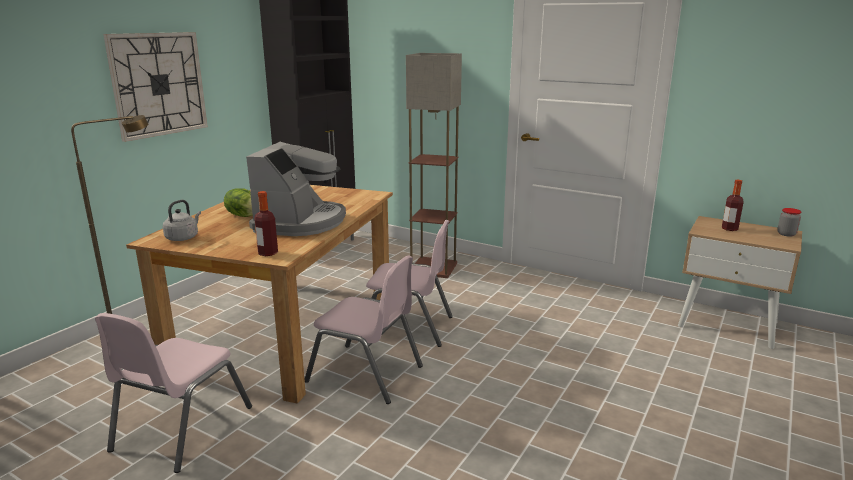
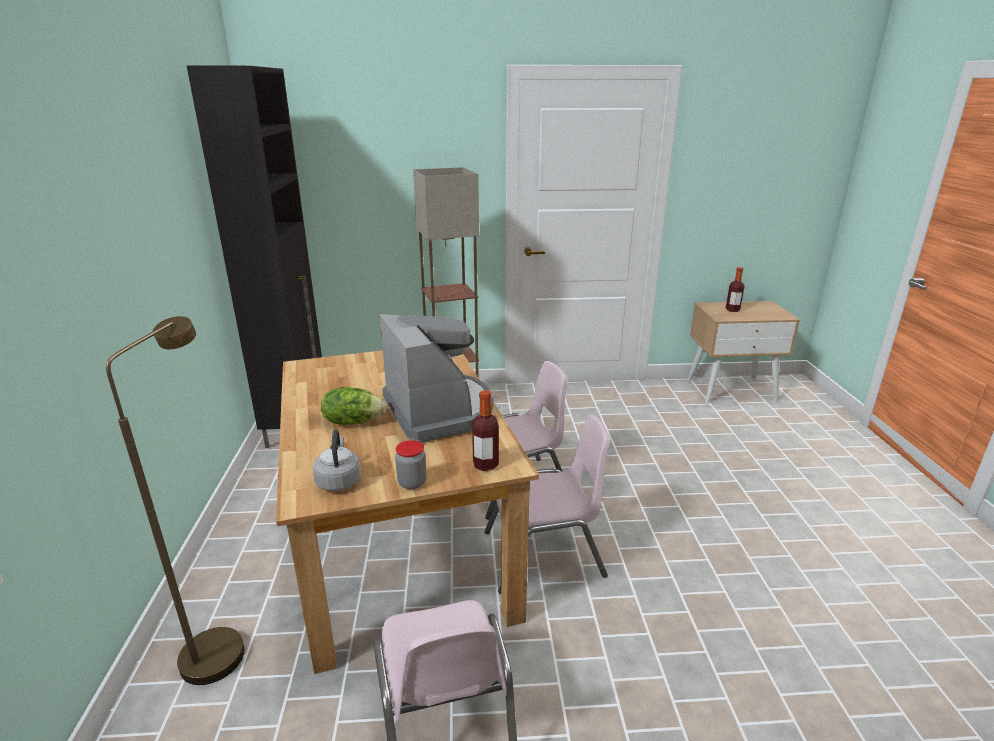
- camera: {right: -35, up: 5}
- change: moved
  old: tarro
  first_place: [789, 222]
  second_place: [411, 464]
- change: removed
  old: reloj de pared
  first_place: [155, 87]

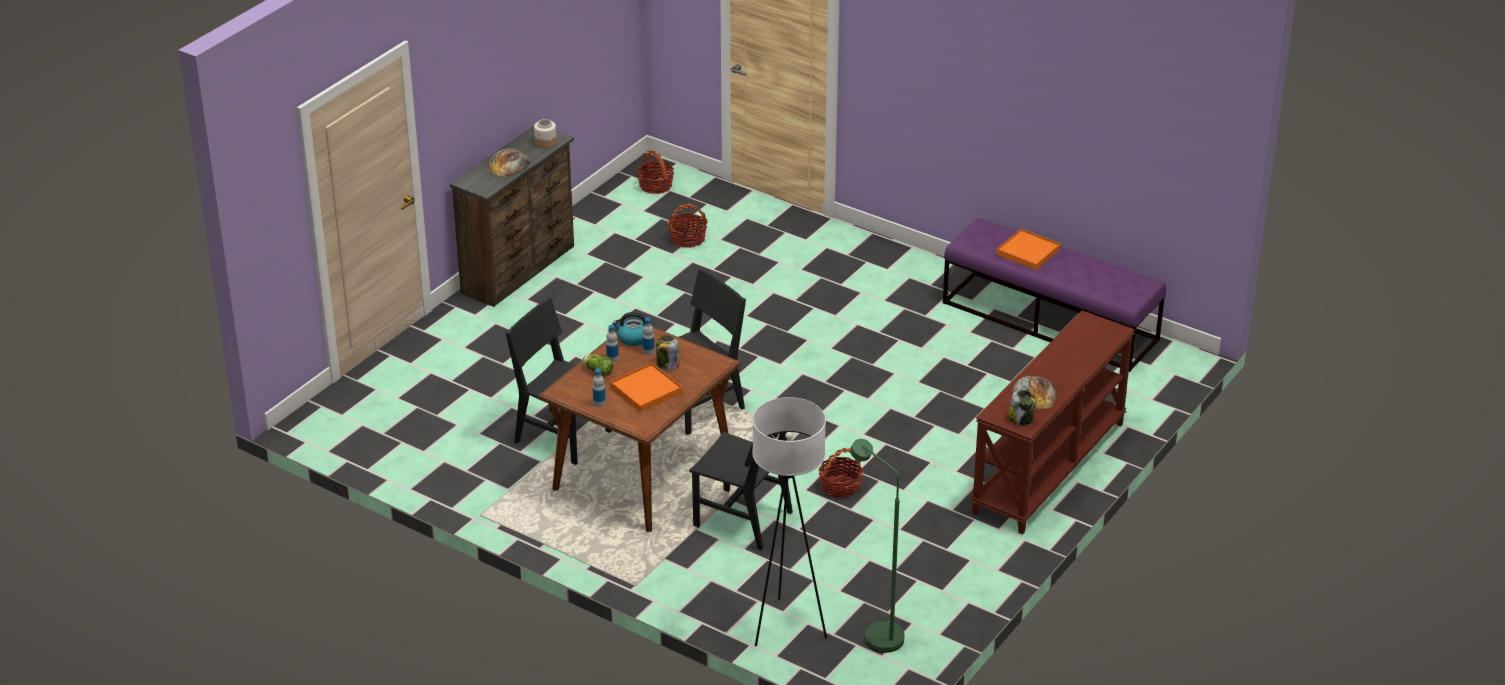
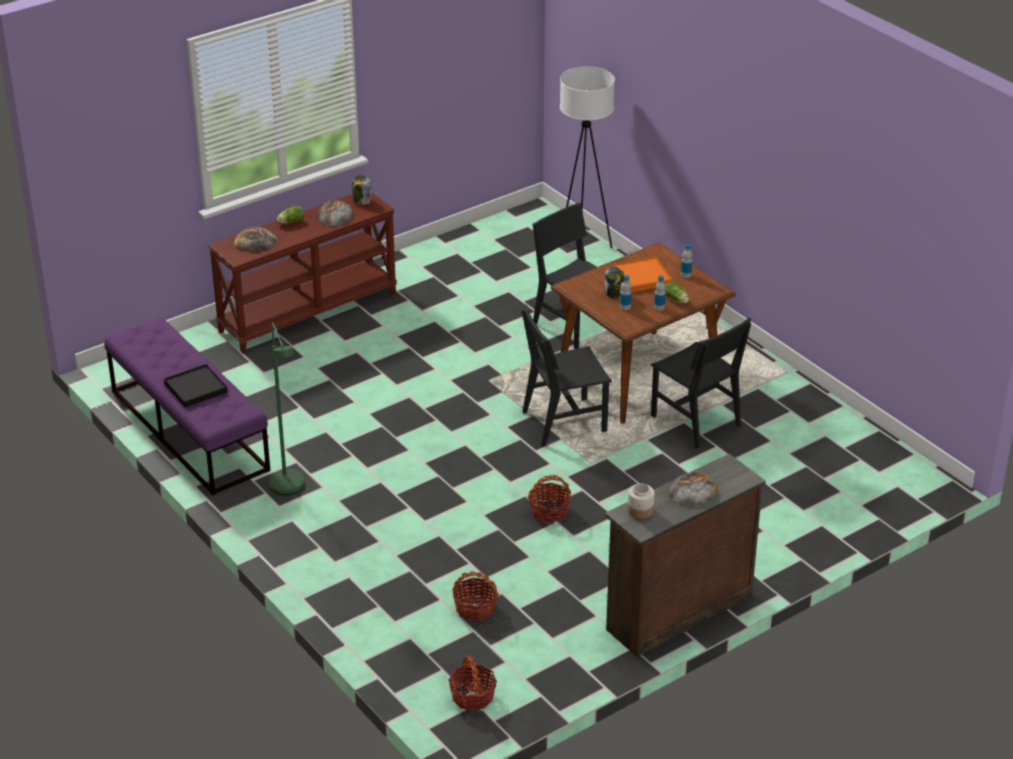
- camera: {right: -160, up: 0}
- change: recoloured
  old: bandeja/naranja
  new: bandeja/negro
  first_place: [1028, 249]
  second_place: [196, 386]
- change: added
  new: pan
  second_place: [255, 239]
- change: moved
  old: lámpara de pie/verde
  first_place: [877, 546]
  second_place: [286, 408]
- change: added
  new: lechuga
  second_place: [290, 215]
- change: moved
  old: cesta
  first_place: [841, 473]
  second_place: [549, 499]
- change: removed
  old: hervidor
  first_place: [628, 329]

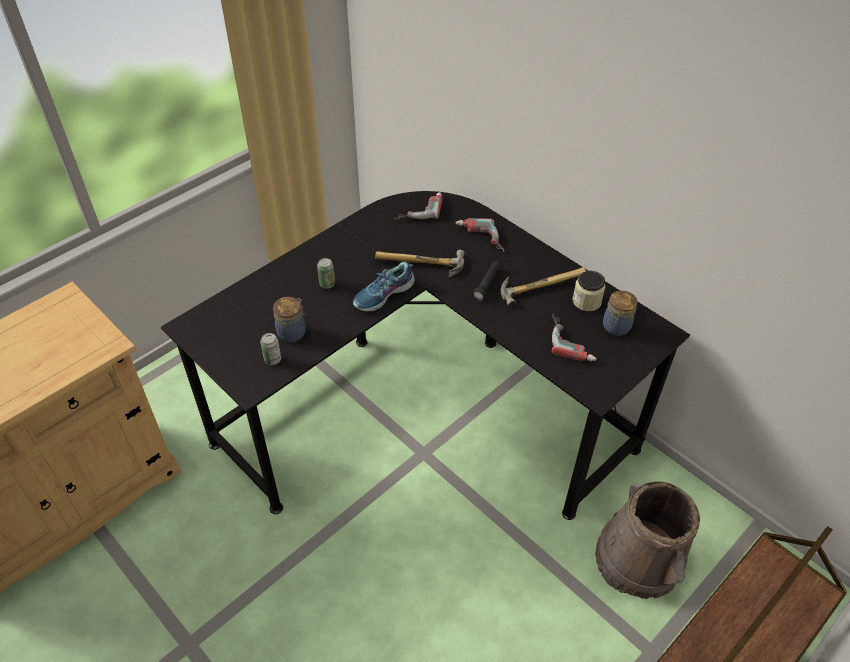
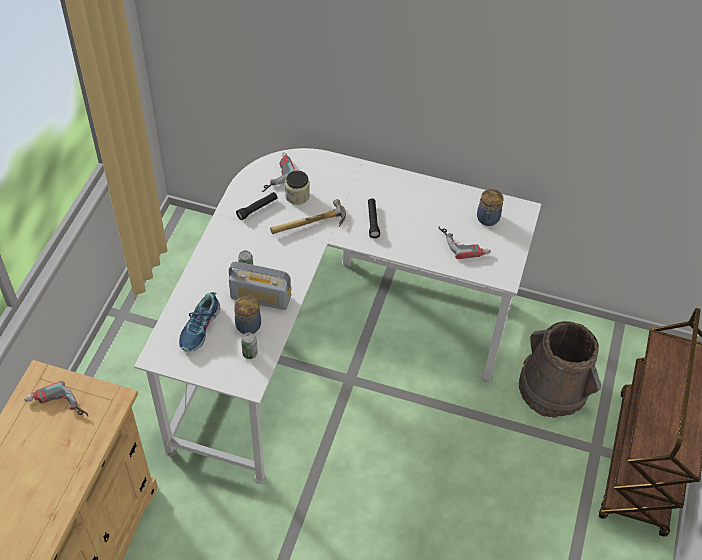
- camera: {right: -30, up: 5}
- change: moved
  old: taladro
  first_place: [480, 235]
  second_place: [56, 398]
- change: recoloured
  old: escritorio/negro
  new: escritorio/blanco
  first_place: [425, 355]
  second_place: [337, 316]
- change: moved
  old: zapato
  first_place: [383, 286]
  second_place: [199, 322]
- change: added
  new: radio
  second_place: [260, 286]
- change: added
  new: linterna/negro
  second_place: [257, 206]
- change: moved
  old: tarro
  first_place: [588, 291]
  second_place: [297, 187]
- change: removed
  old: martillo
  first_place: [543, 287]

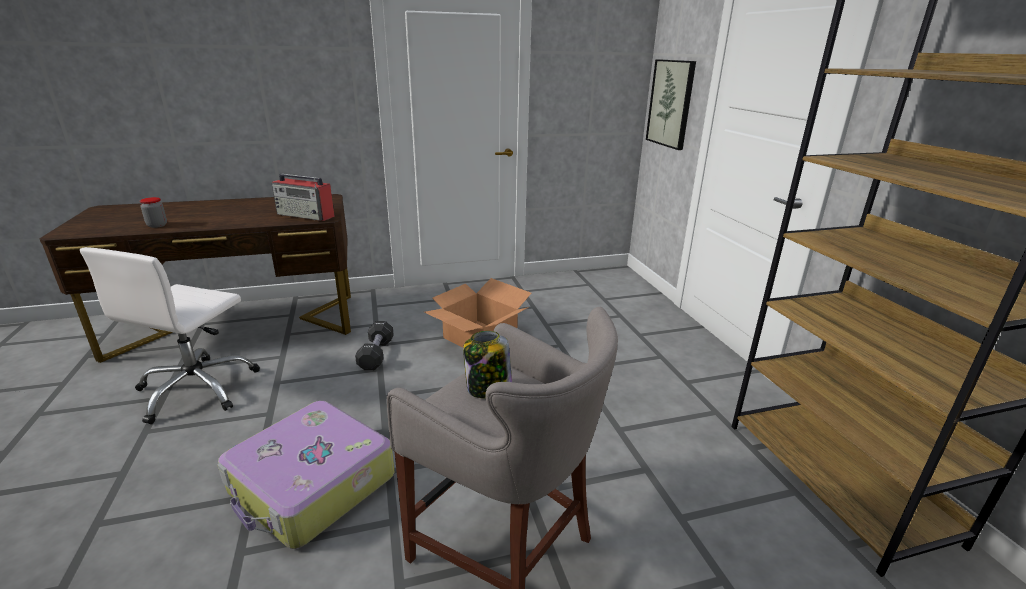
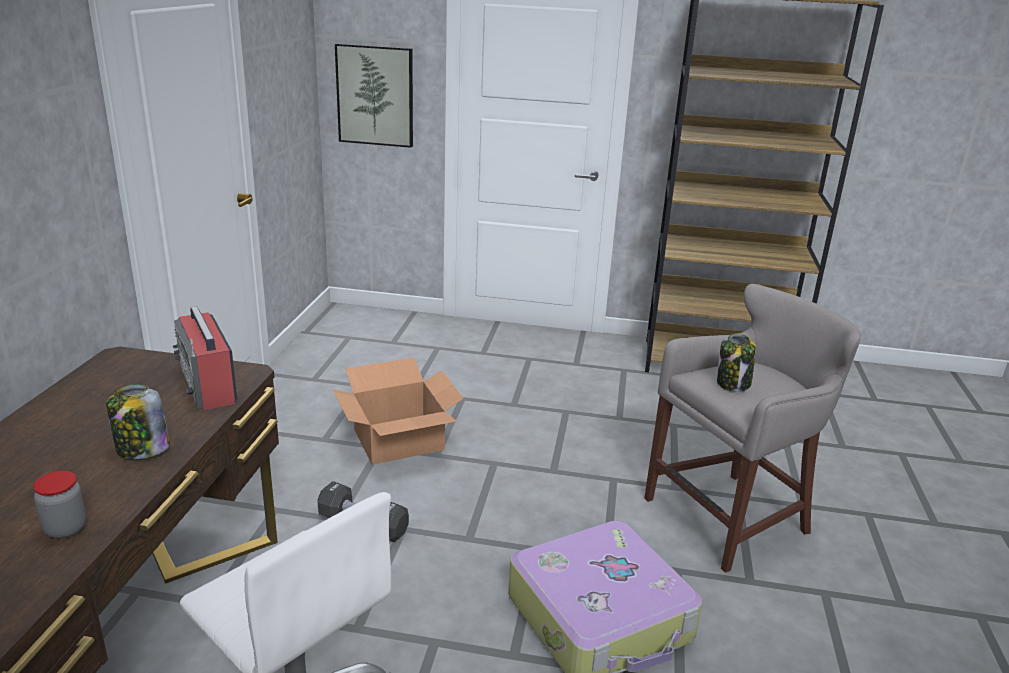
- camera: {right: -65, up: 0}
- change: added
  new: tarro
  second_place: [138, 421]
- change: turned
  old: radio
  first_place: [303, 197]
  second_place: [205, 358]
  degrees: 105

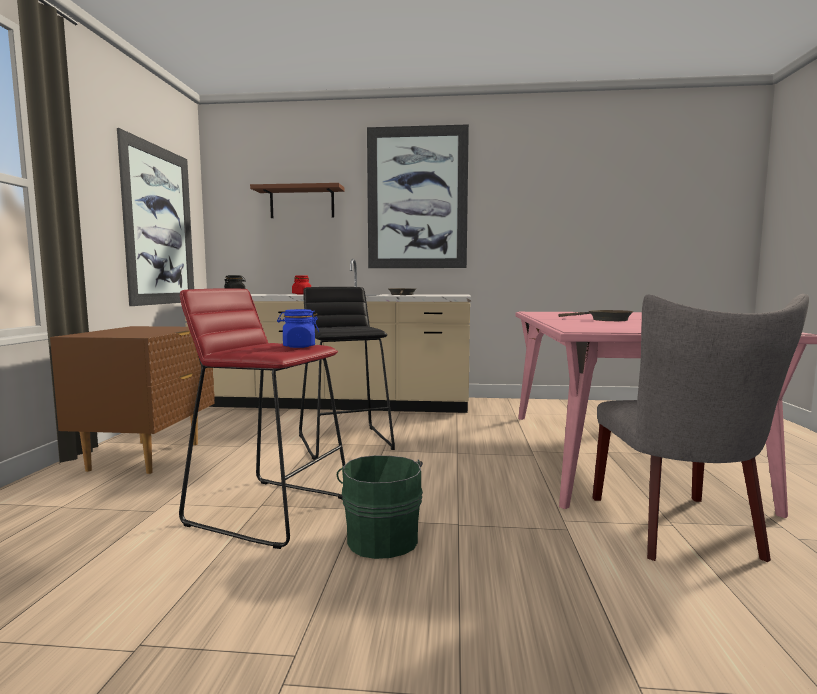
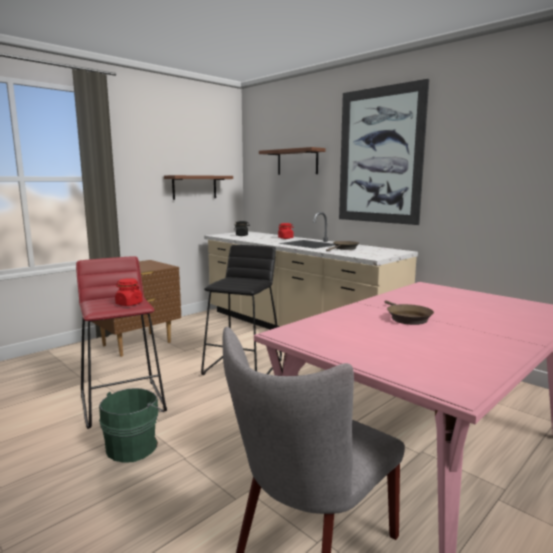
- camera: {right: 40, up: 5}
- change: recoloured
  old: tarro/azul
  new: tarro/rojo
  first_place: [298, 328]
  second_place: [129, 292]
- change: replaced
  old: cuadro
  new: estante/marrón
  first_place: [155, 217]
  second_place: [198, 187]

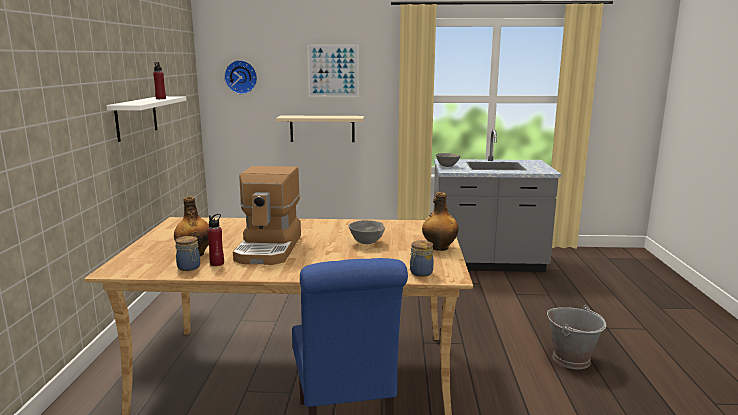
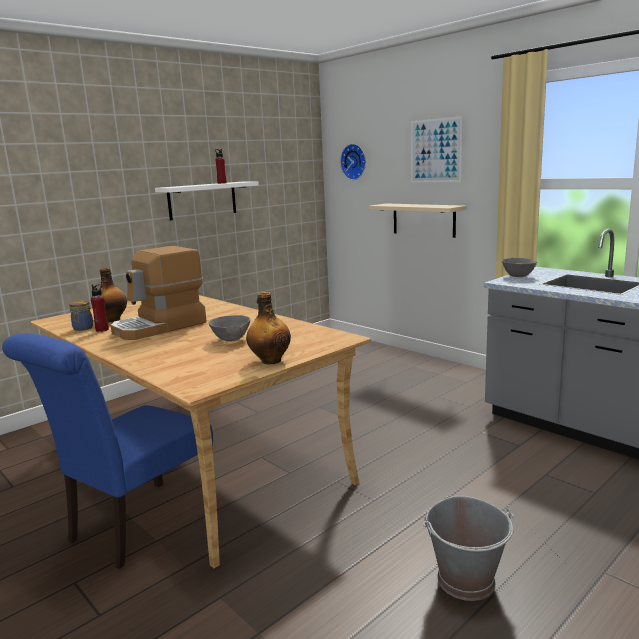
- camera: {right: 45, up: 0}
- change: removed
  old: tarro
  first_place: [422, 258]

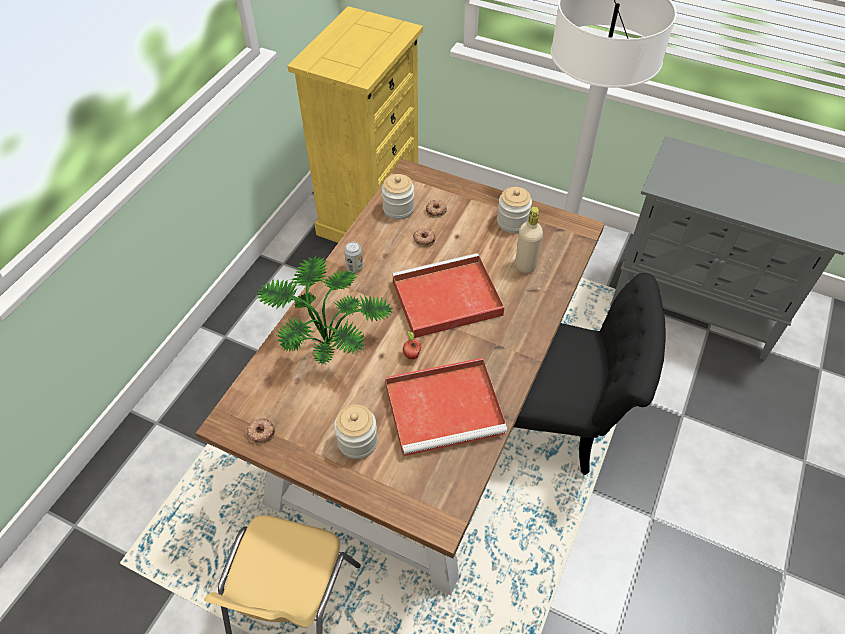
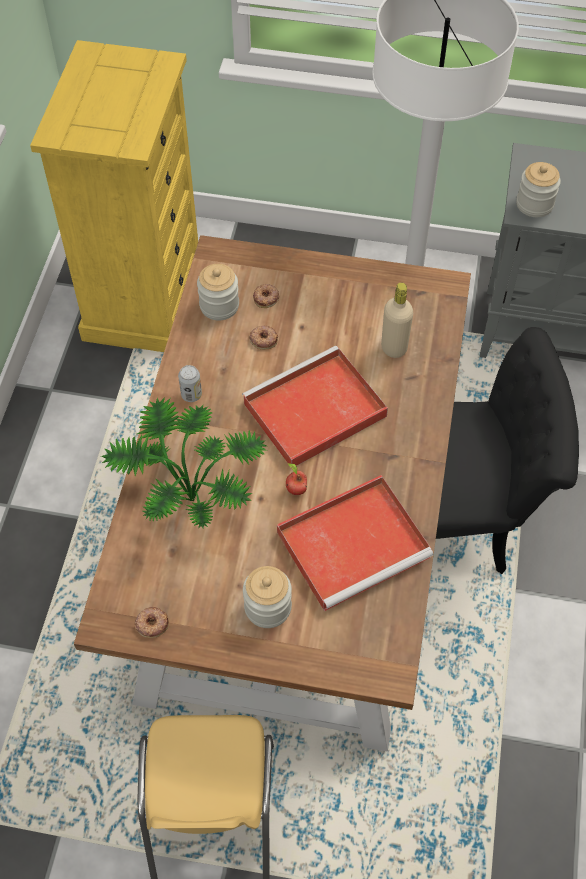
- camera: {right: -15, up: 5}
- change: moved
  old: tarro
  first_place: [514, 210]
  second_place: [538, 189]

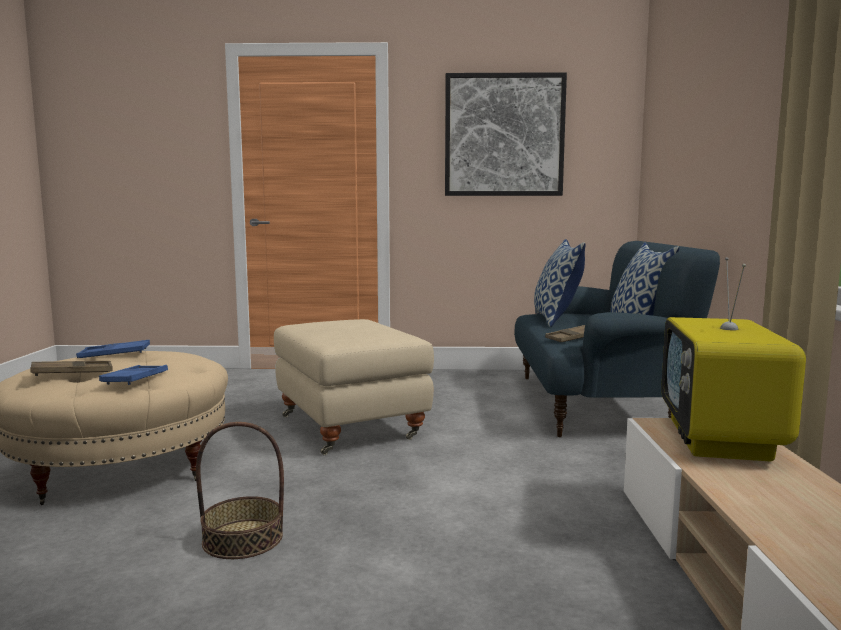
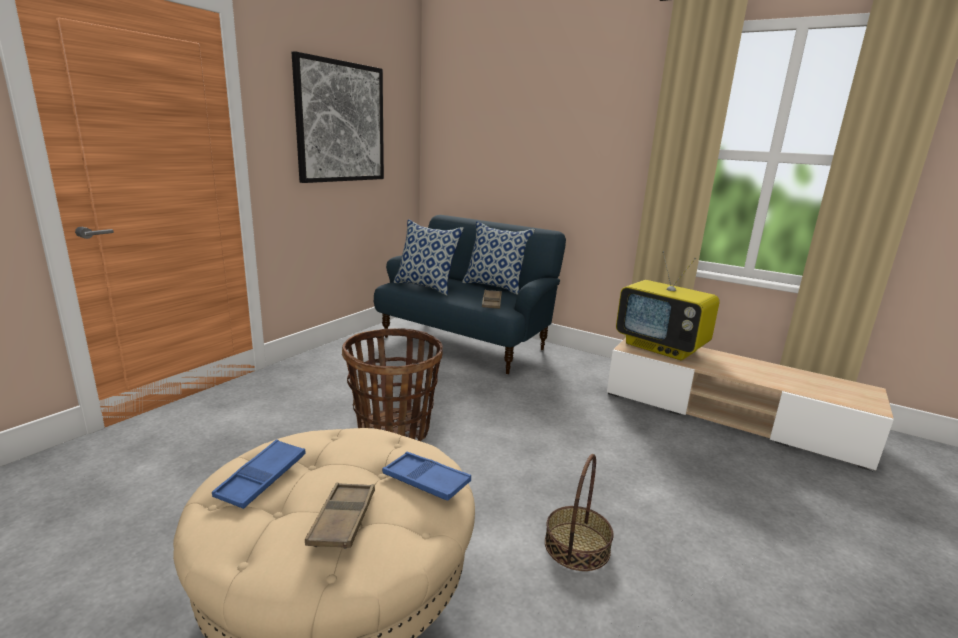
- camera: {right: -60, up: 10}
- change: replaced
  old: puf/beis
  new: cesta
  first_place: [354, 387]
  second_place: [392, 384]

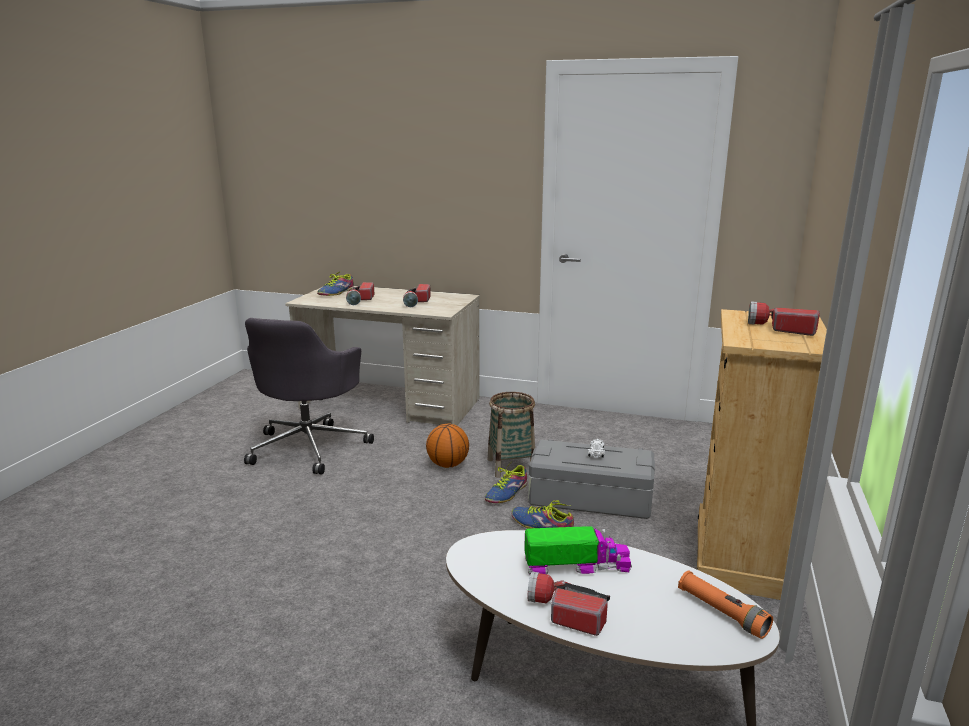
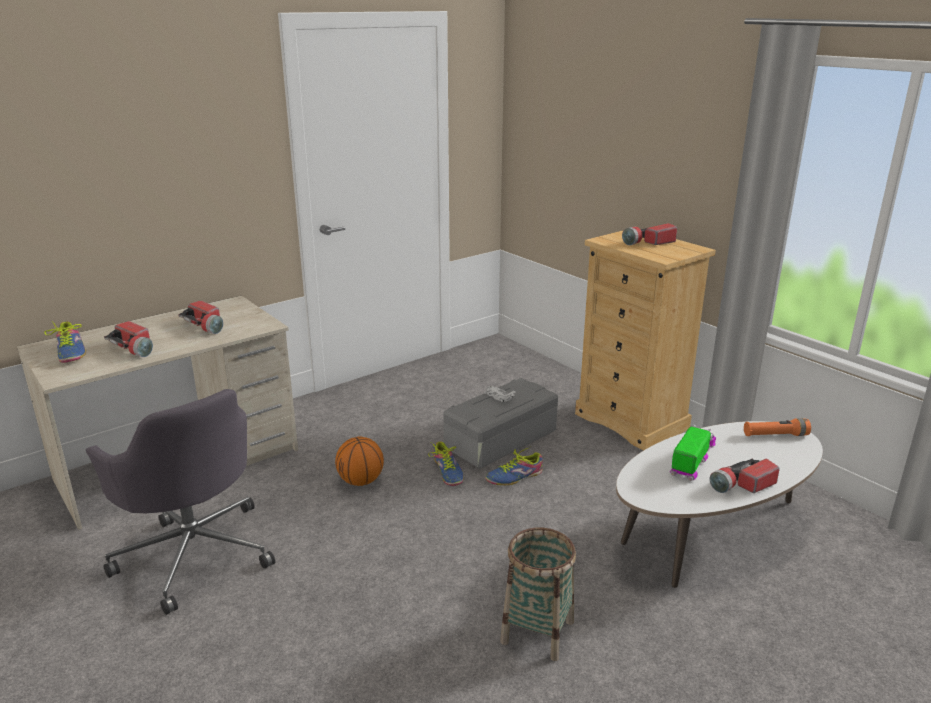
- camera: {right: -55, up: 5}
- change: moved
  old: cesta
  first_place: [511, 435]
  second_place: [538, 594]

